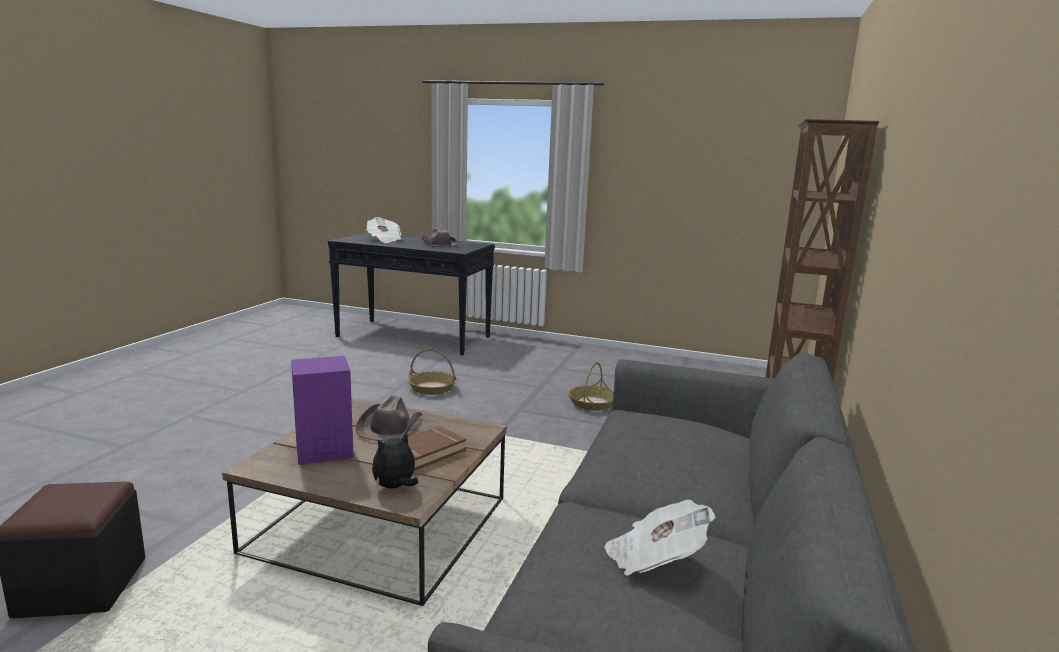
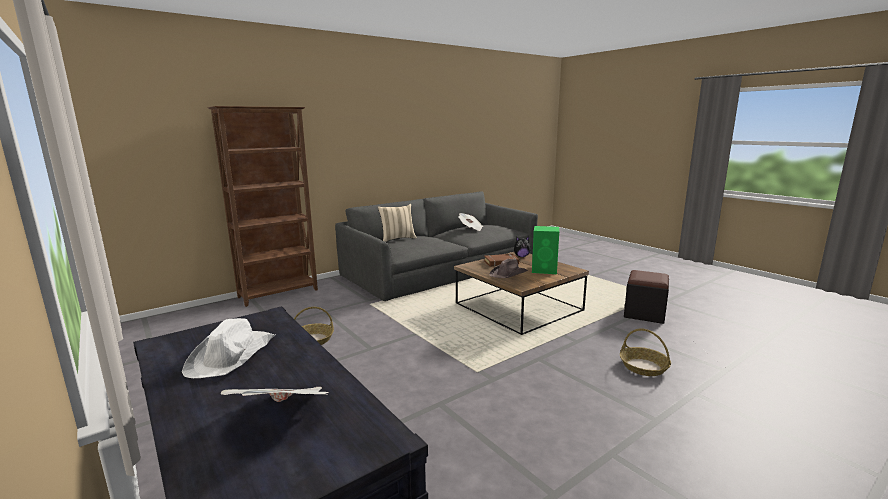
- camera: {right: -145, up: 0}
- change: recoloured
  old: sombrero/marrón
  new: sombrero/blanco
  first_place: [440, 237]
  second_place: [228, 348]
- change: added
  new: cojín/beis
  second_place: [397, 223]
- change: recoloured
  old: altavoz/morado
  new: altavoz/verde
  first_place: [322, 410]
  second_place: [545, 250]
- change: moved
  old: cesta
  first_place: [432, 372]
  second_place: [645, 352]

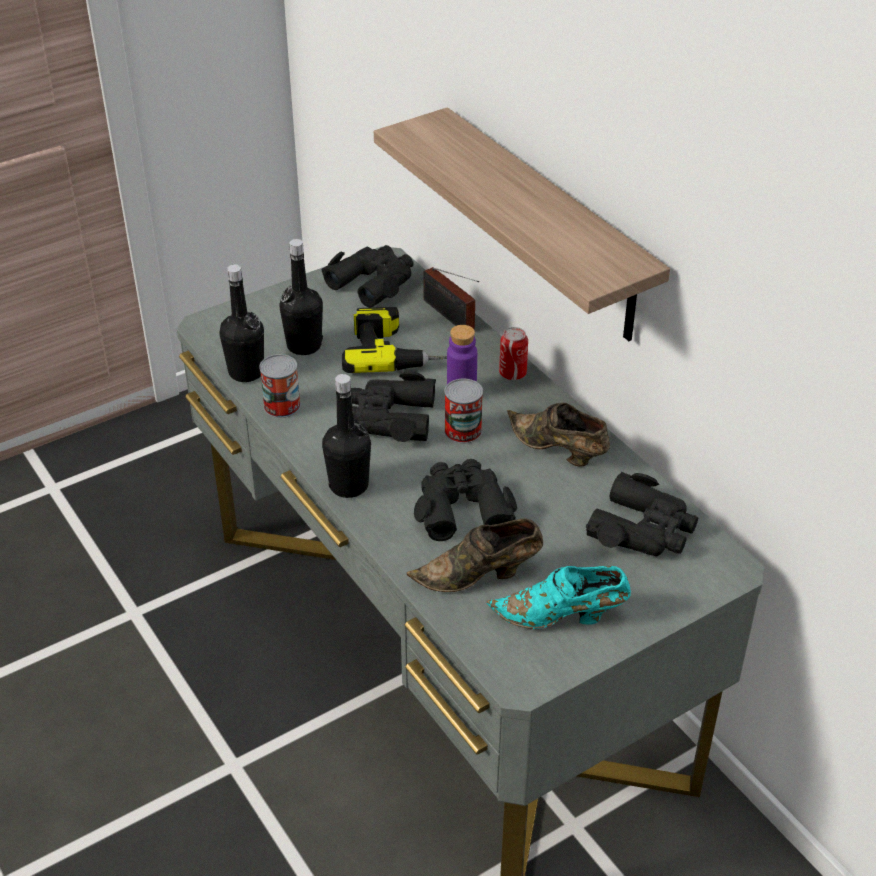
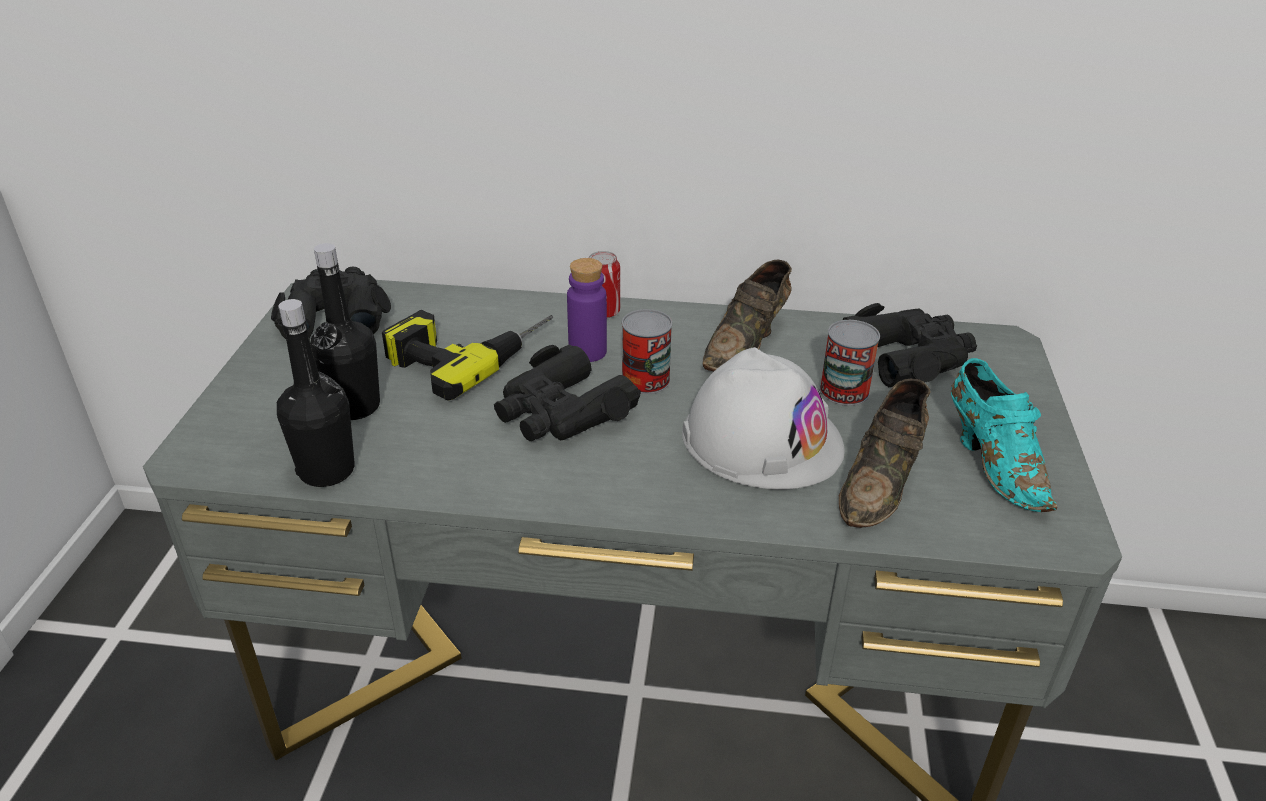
- camera: {right: -50, up: -5}
- change: replaced
  old: prismáticos/negro
  new: casco/blanco
  first_place: [465, 500]
  second_place: [763, 418]
- change: turned
  old: zapato/marrón
  first_place: [558, 435]
  second_place: [747, 315]
  degrees: -45
- change: moved
  old: lata
  first_place: [280, 386]
  second_place: [850, 363]
- change: turned
  old: zapato/turquesa
  first_place: [559, 597]
  second_place: [1004, 435]
  degrees: -60
- change: removed
  old: botella/negro
  first_place: [346, 436]
- change: removed
  old: estante
  first_place: [522, 224]
- change: removed
  old: radio
  first_place: [451, 298]

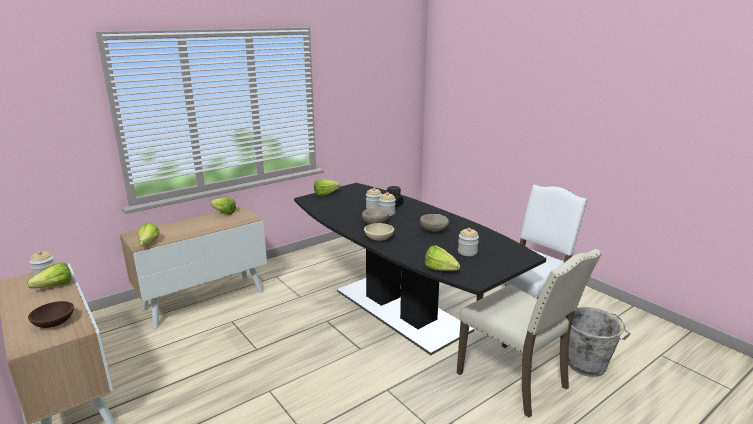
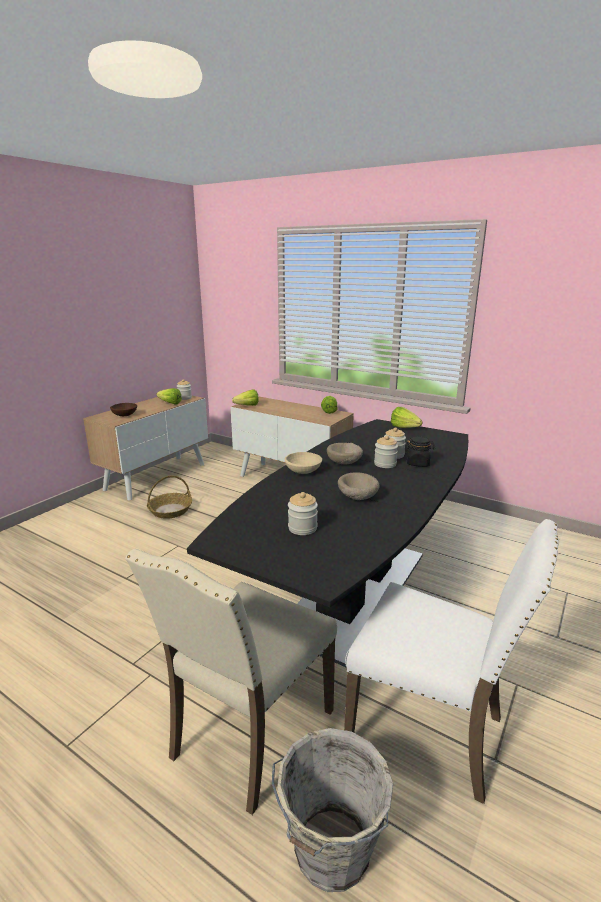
- camera: {right: 70, up: 0}
- change: added
  new: cesta
  second_place: [169, 497]
- change: removed
  old: lechuga
  first_place: [442, 258]

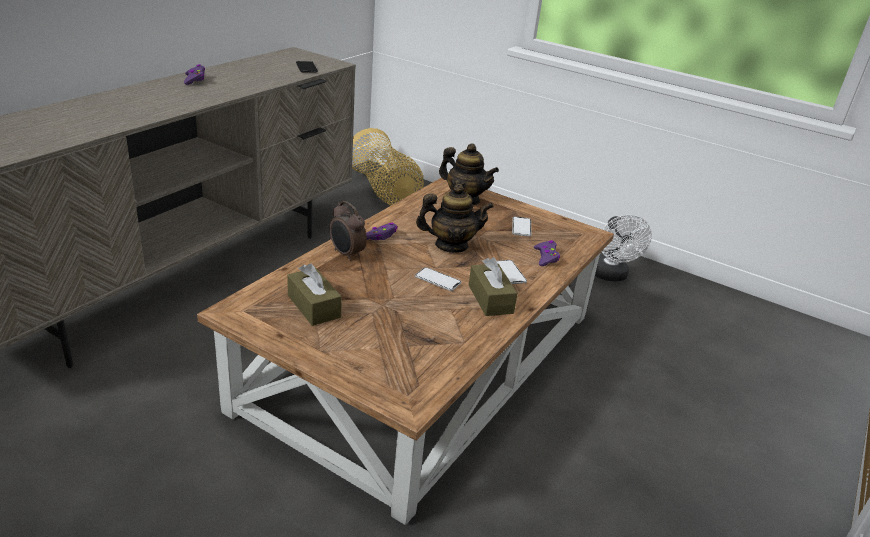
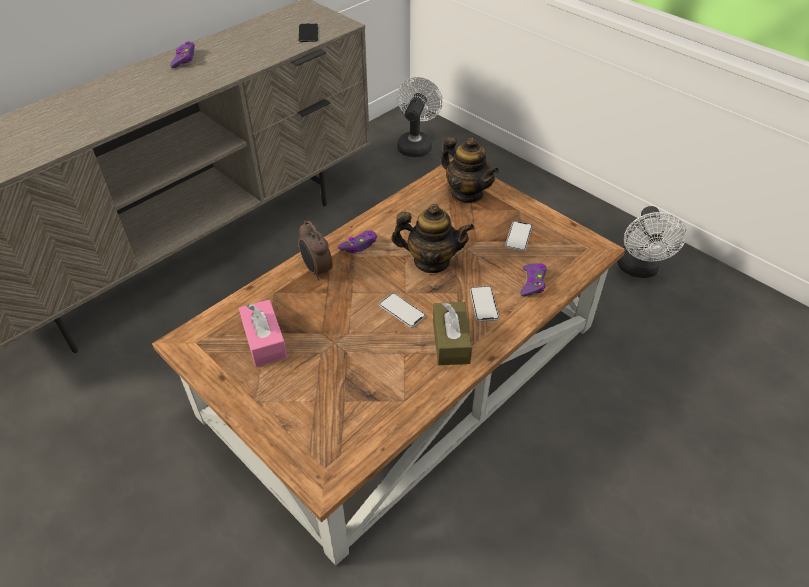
- camera: {right: 15, up: 15}
- change: recoloured
  old: caja de pañuelos/marrón
  new: caja de pañuelos/rosa
  first_place: [314, 294]
  second_place: [263, 333]
- change: replaced
  old: cesta
  new: ventilador/blanco
  first_place: [388, 166]
  second_place: [420, 117]

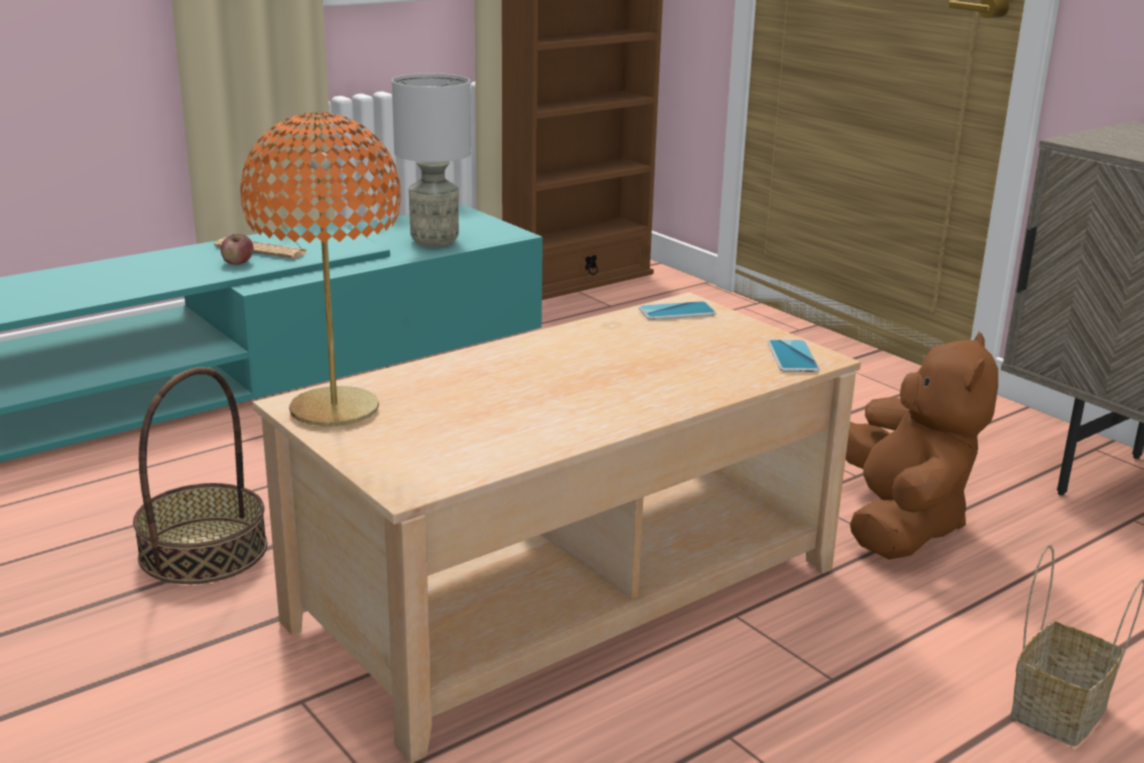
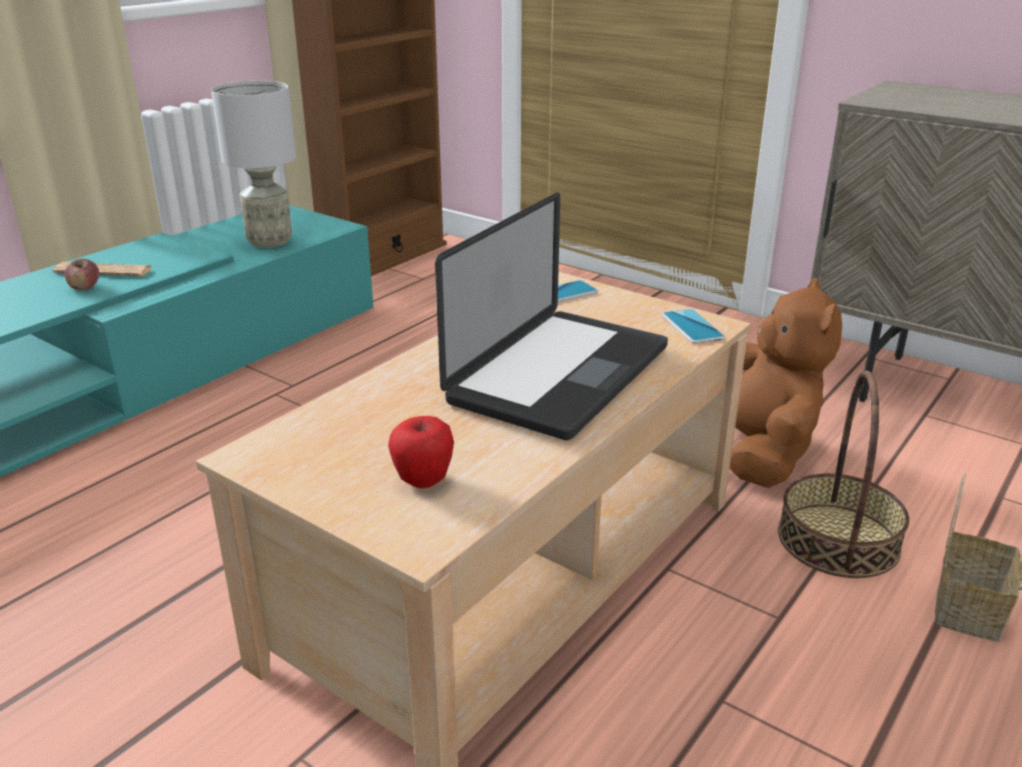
- camera: {right: -15, up: 5}
- change: added
  new: manzana
  second_place: [421, 452]
- change: added
  new: portátil
  second_place: [551, 316]
- change: moved
  old: cesta
  first_place: [200, 475]
  second_place: [843, 474]
- change: removed
  old: lámpara de mesa/naranja
  first_place: [320, 269]

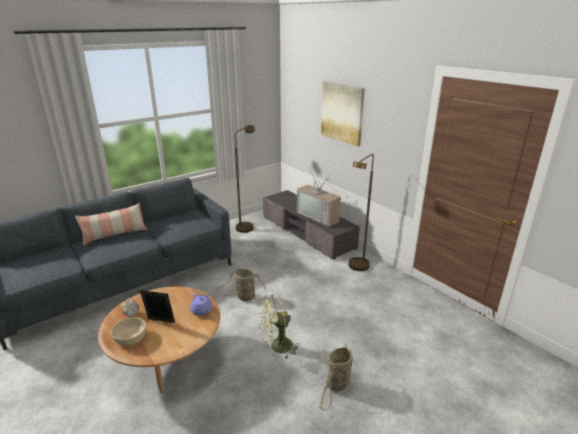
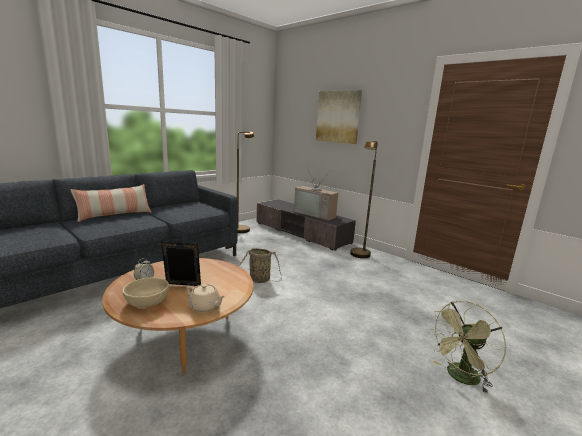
- camera: {right: -10, up: -10}
- change: added
  new: tetera/beis
  second_place: [205, 298]
- change: moved
  old: ventilador/verde
  first_place: [279, 326]
  second_place: [468, 347]
- change: removed
  old: tetera/morado
  first_place: [201, 304]
- change: removed
  old: cesta
  first_place: [336, 377]

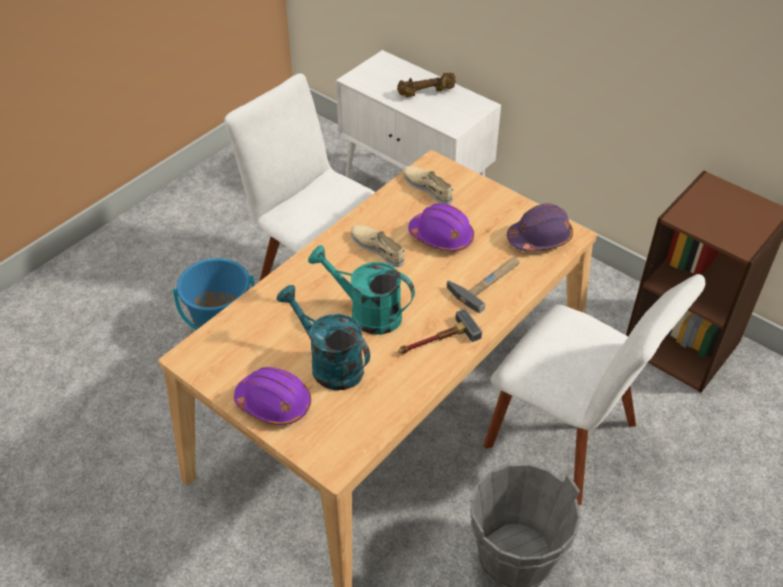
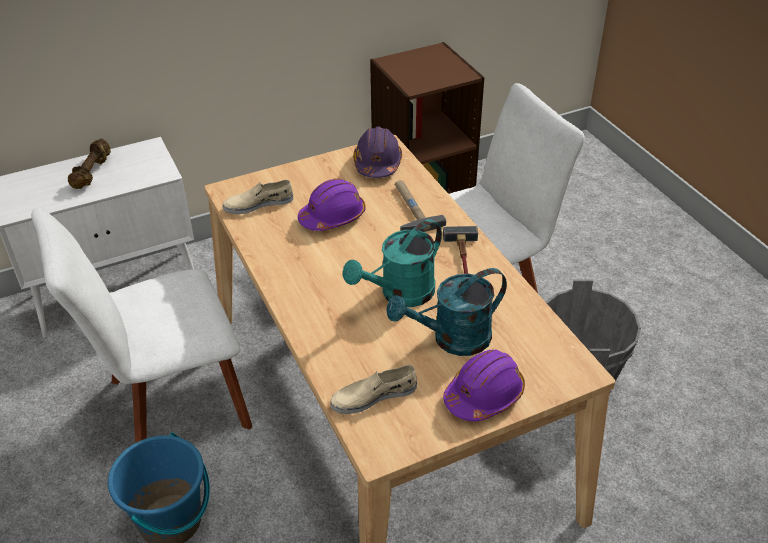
- camera: {right: -65, up: -5}
- change: moved
  old: zapato/beis
  first_place: [378, 246]
  second_place: [373, 389]

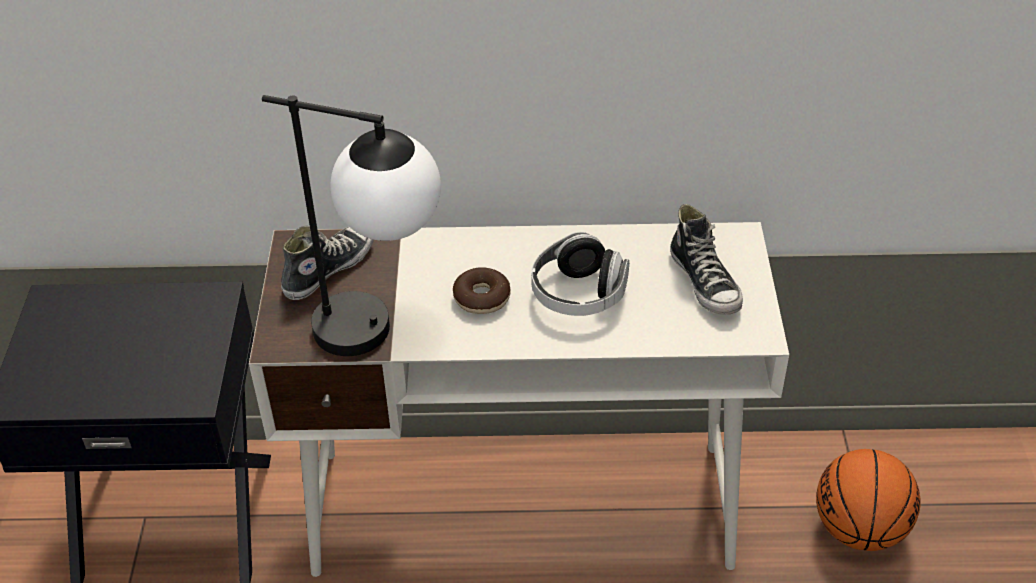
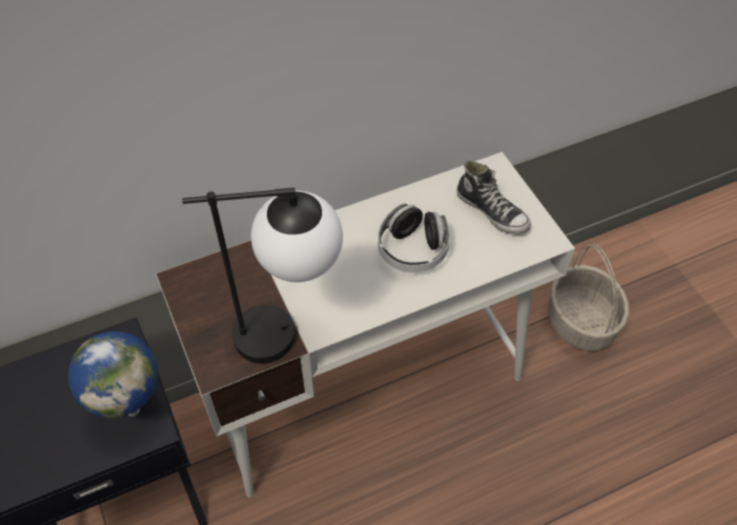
- camera: {right: -25, up: 10}
- change: added
  new: globo terráqueo
  second_place: [113, 374]
- change: replaced
  old: balón de baloncesto
  new: cesta
  first_place: [868, 500]
  second_place: [588, 297]
- change: removed
  old: zapato
  first_place: [327, 263]
- change: removed
  old: rosquilla
  first_place: [482, 290]

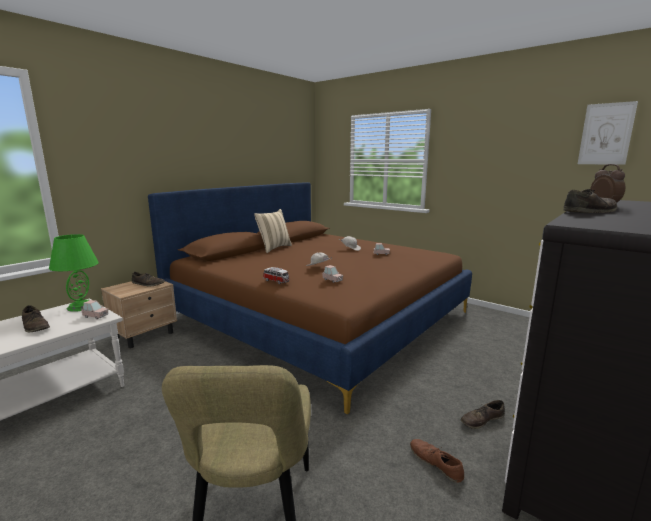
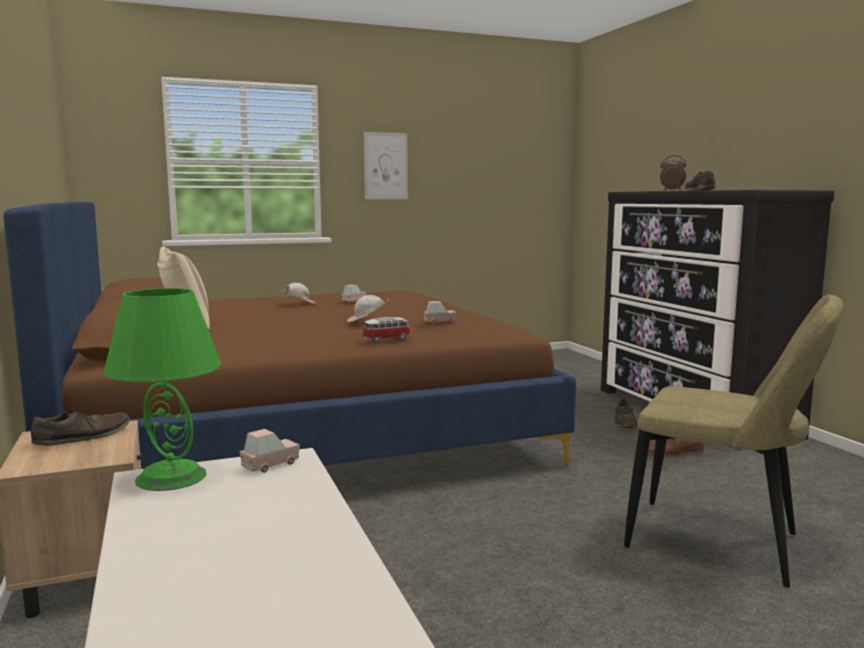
- camera: {right: -60, up: -5}
- change: moved
  old: cuadro
  first_place: [608, 133]
  second_place: [386, 165]
- change: removed
  old: zapato/marrón
  first_place: [36, 318]

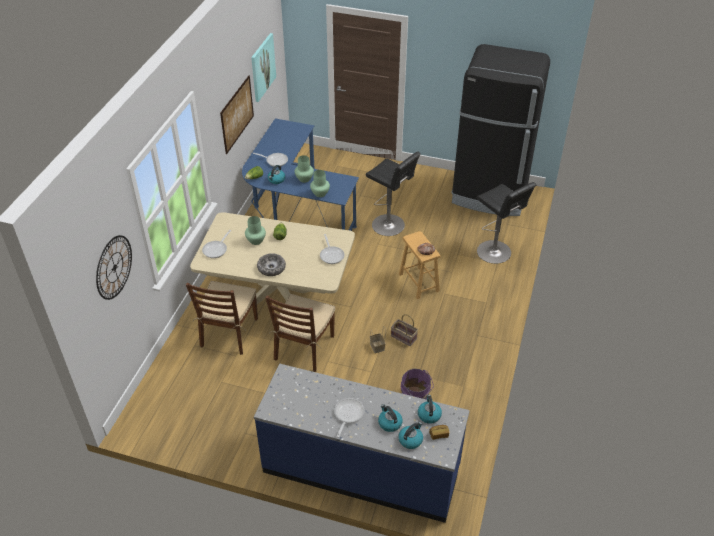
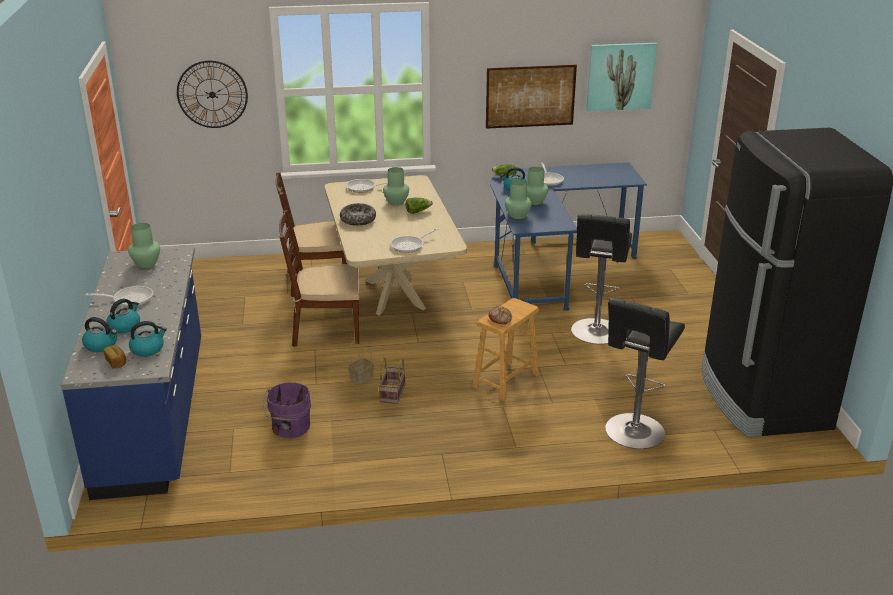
- camera: {right: 65, up: -15}
- change: added
  new: florero/verde
  second_place: [144, 245]

